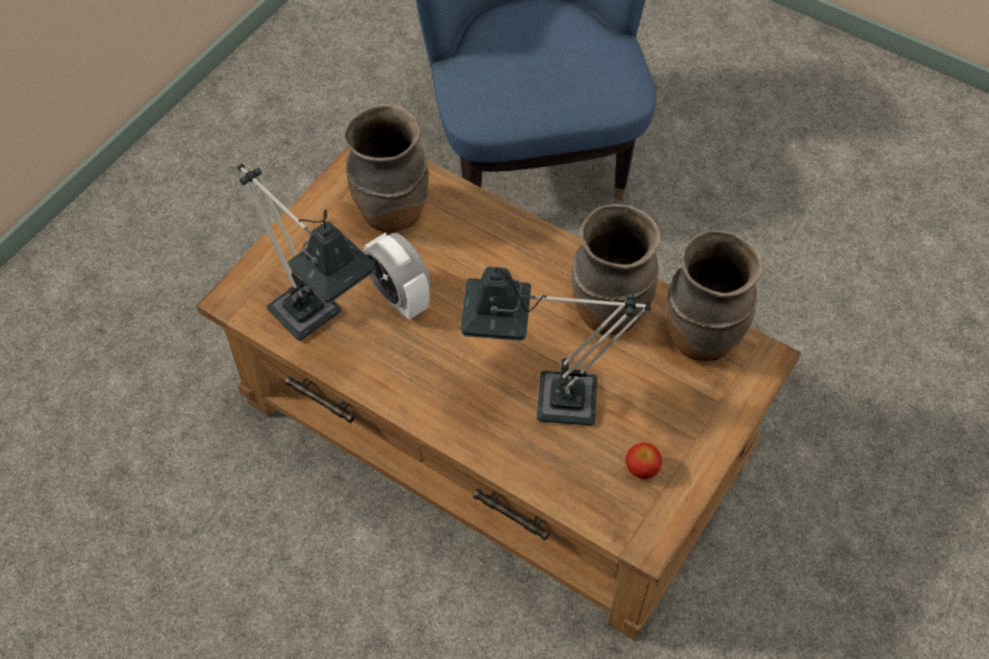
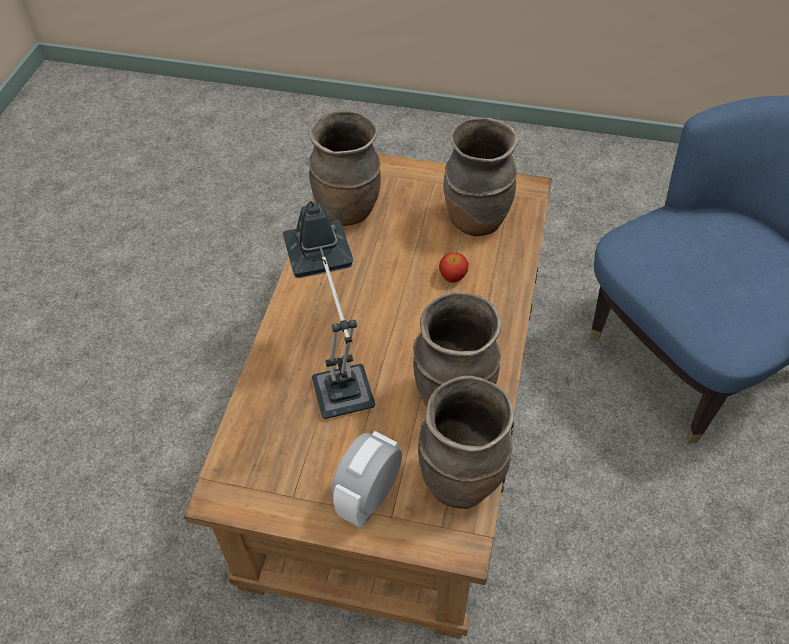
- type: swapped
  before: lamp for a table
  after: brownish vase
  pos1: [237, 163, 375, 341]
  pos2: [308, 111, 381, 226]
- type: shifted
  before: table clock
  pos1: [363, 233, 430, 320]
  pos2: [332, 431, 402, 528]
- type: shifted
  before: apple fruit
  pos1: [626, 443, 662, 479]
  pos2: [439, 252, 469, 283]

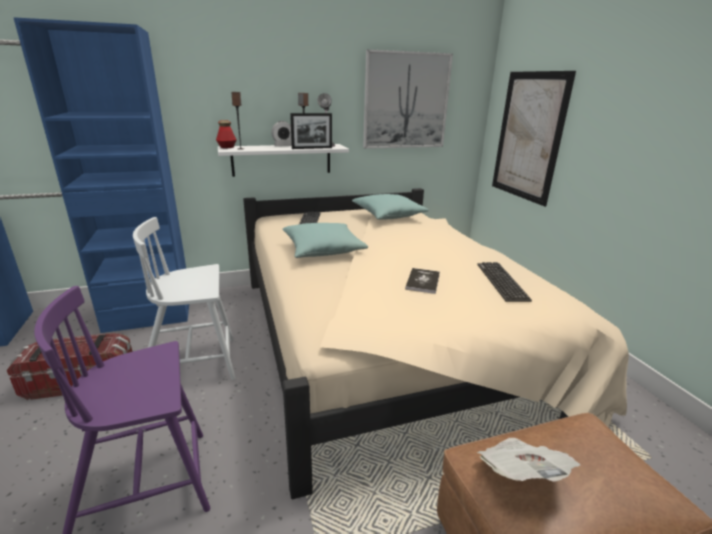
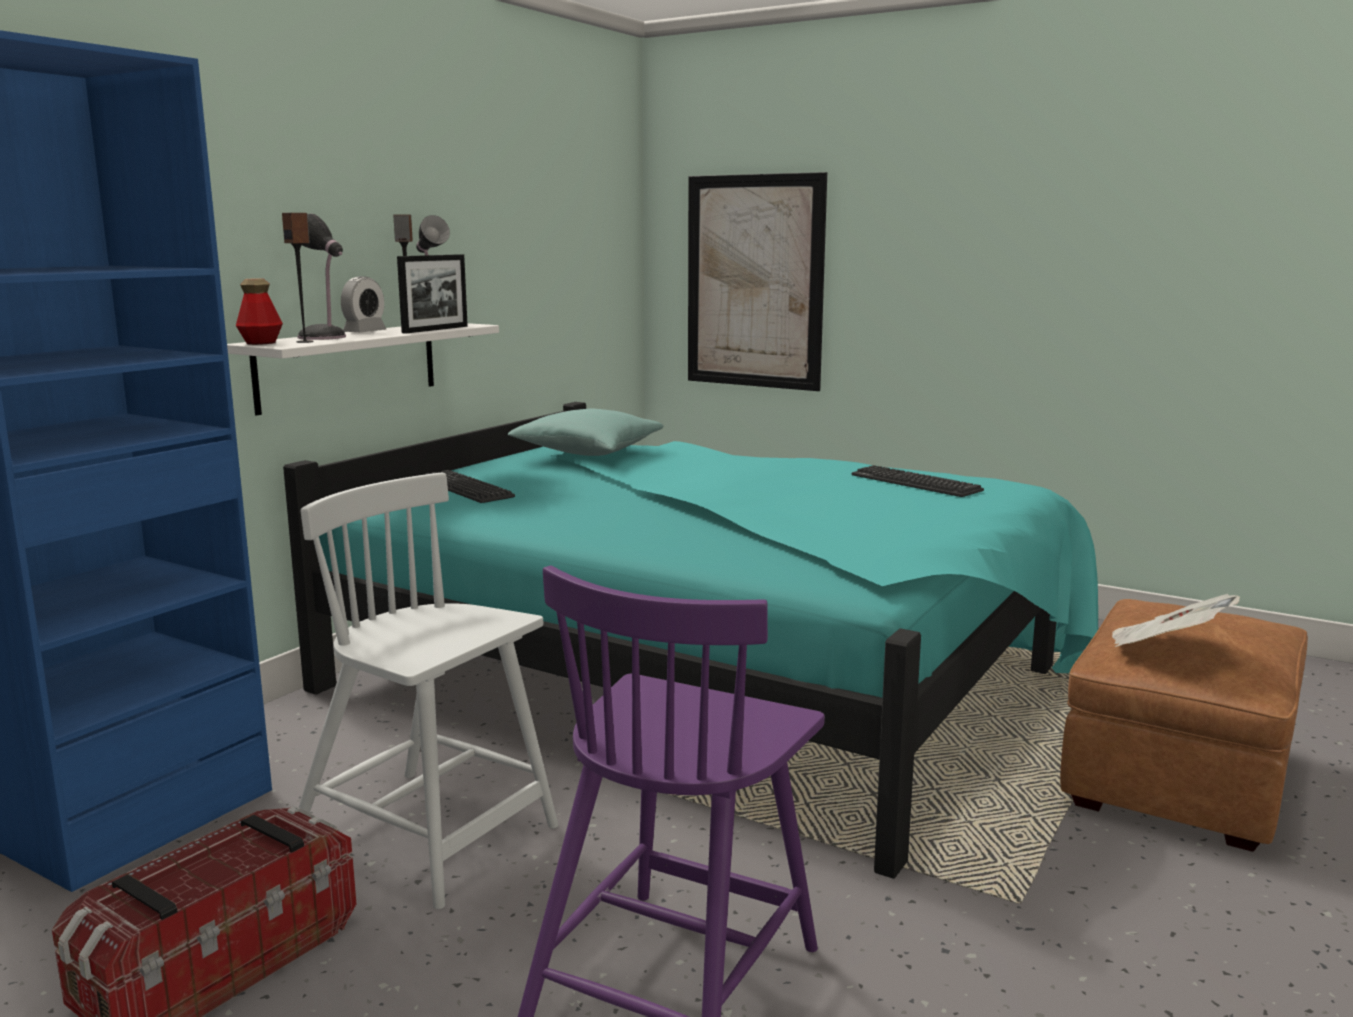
- type: repainted
  before: beige bedroom bed
  after: turquoise-coloured bedroom bed
  pos1: [243, 188, 629, 499]
  pos2: [283, 402, 1098, 879]
- type: new
  after: lamp for a table
  pos2: [297, 213, 346, 340]
- type: rotated
  before: white-coloured upright chair
  pos1: [133, 217, 236, 380]
  pos2: [299, 473, 558, 909]
  turn: 90
- type: gone
  before: turquoise-coloured cushion
  pos1: [282, 223, 368, 258]
- type: gone
  before: wall picture
  pos1: [363, 49, 453, 149]
- type: gone
  before: volume
  pos1: [405, 268, 440, 294]

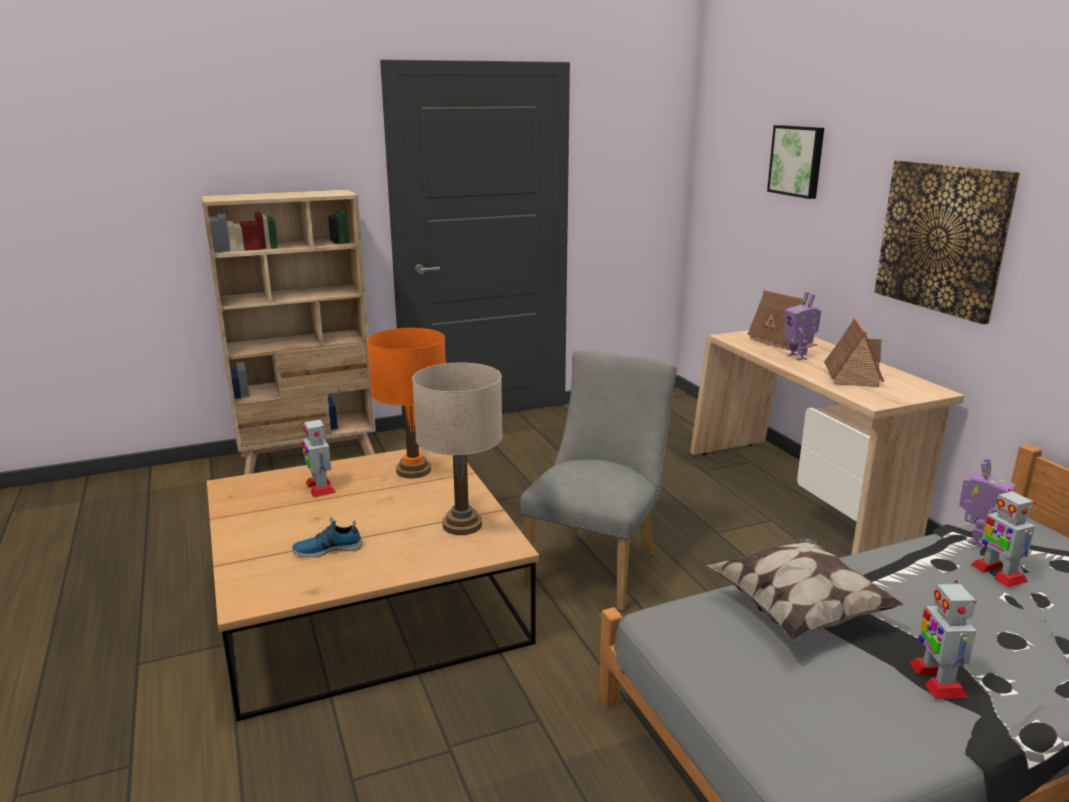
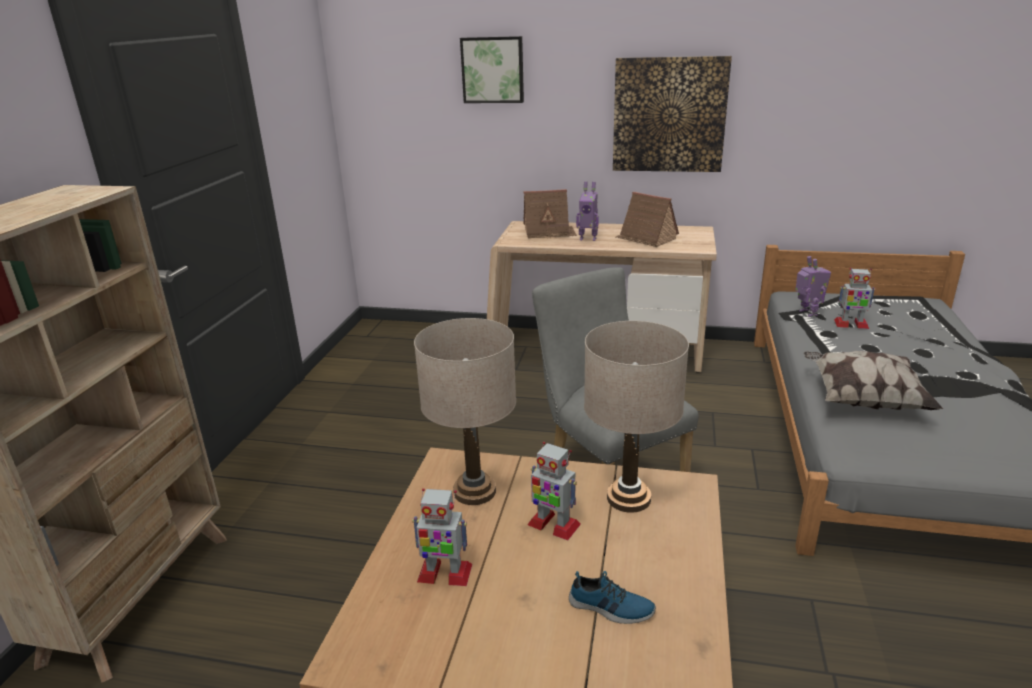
- type: repainted
  before: orange lamp for a table
  after: beige lamp for a table
  pos1: [367, 328, 446, 478]
  pos2: [414, 318, 516, 505]
- type: shifted
  before: robot figure
  pos1: [909, 580, 977, 699]
  pos2: [527, 442, 581, 540]
- type: rotated
  before: low shoe
  pos1: [292, 518, 363, 558]
  pos2: [569, 571, 656, 624]
  turn: -90

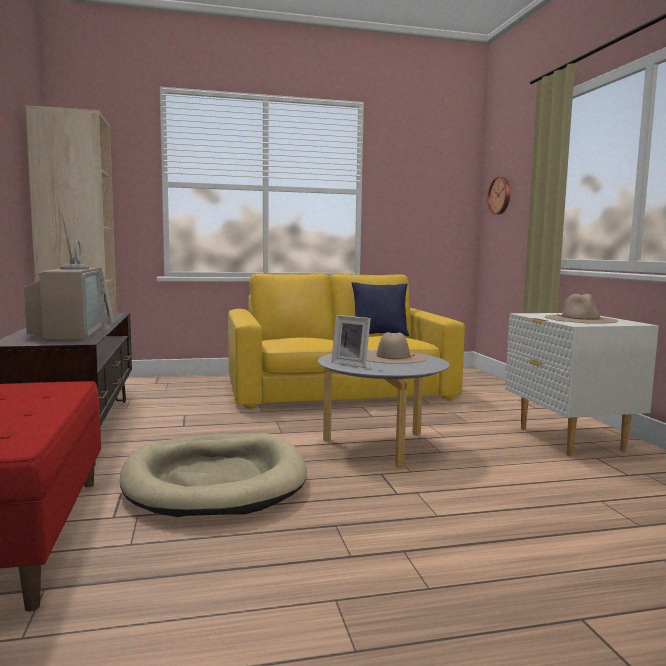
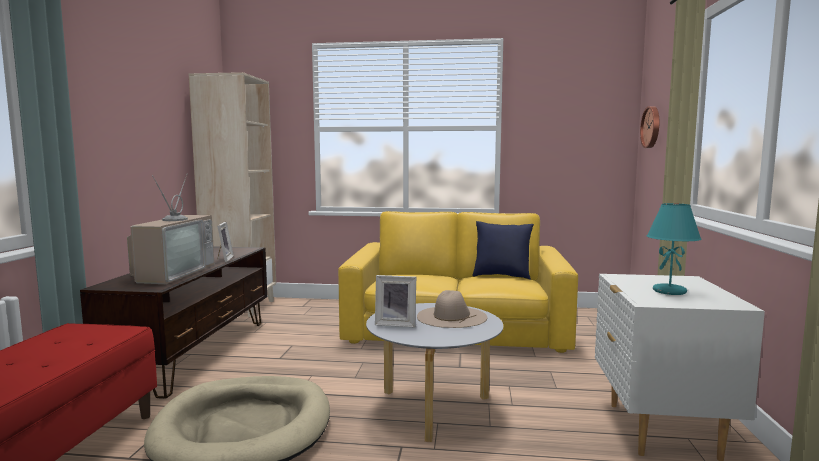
- type: rotated
  before: photo frame
  pos1: [331, 315, 371, 368]
  pos2: [375, 275, 416, 327]
  turn: -45
- type: swapped
  before: beige hat
  after: turquoise-coloured lamp for a table
  pos1: [545, 294, 618, 324]
  pos2: [647, 203, 701, 295]

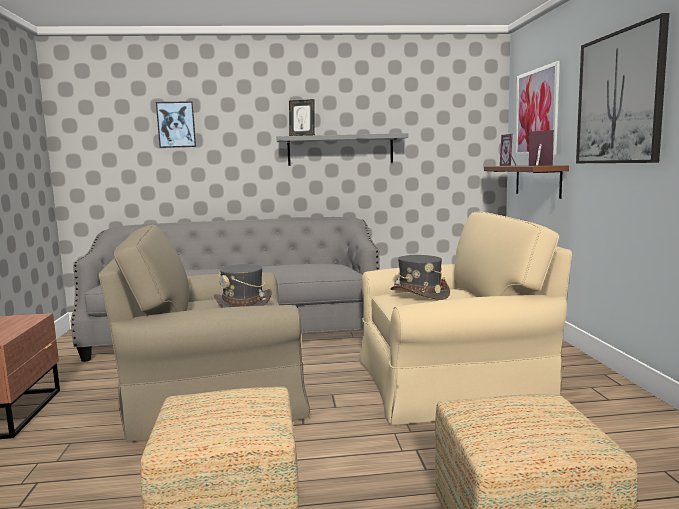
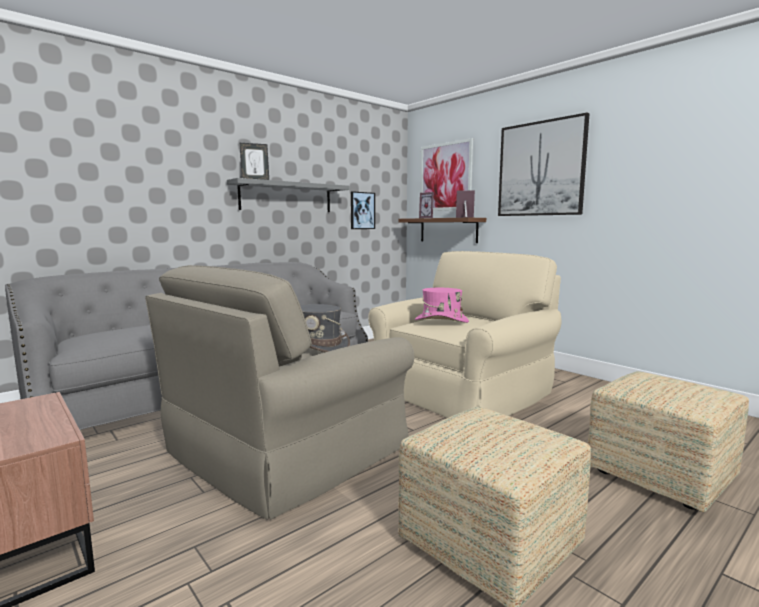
- type: shifted
  before: wall picture
  pos1: [156, 101, 196, 148]
  pos2: [351, 191, 375, 229]
- type: repainted
  before: greyish hat
  after: pink-coloured hat
  pos1: [391, 255, 450, 300]
  pos2: [415, 288, 469, 323]

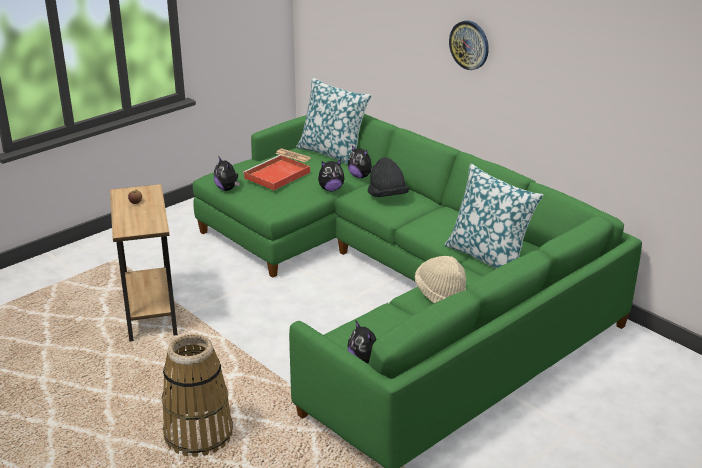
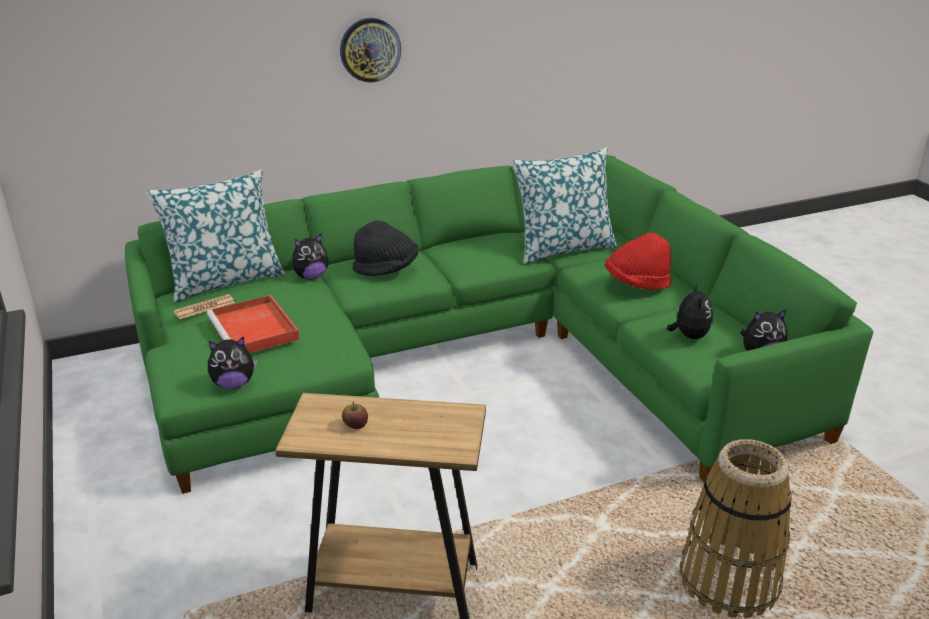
- type: repainted
  before: beige hat
  after: reddish hat
  pos1: [415, 256, 466, 303]
  pos2: [605, 233, 671, 290]
- type: shifted
  before: soft toy
  pos1: [318, 159, 344, 191]
  pos2: [667, 283, 713, 339]

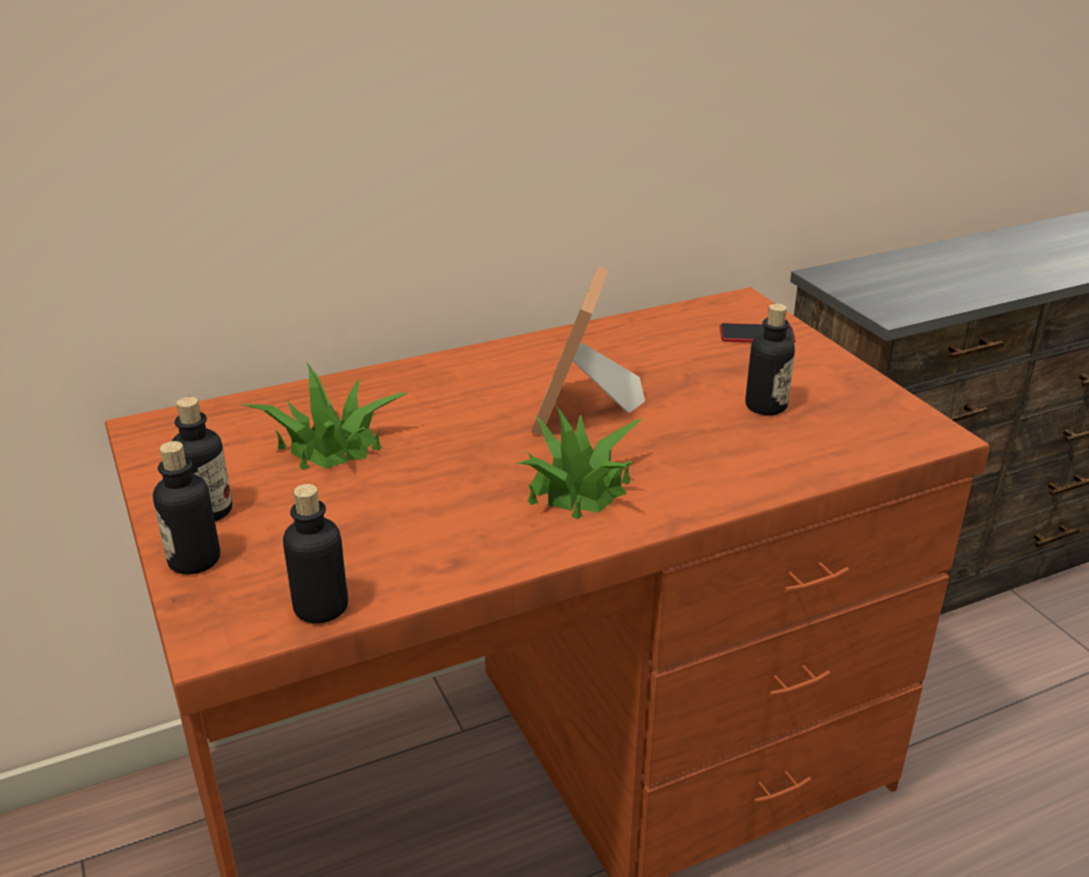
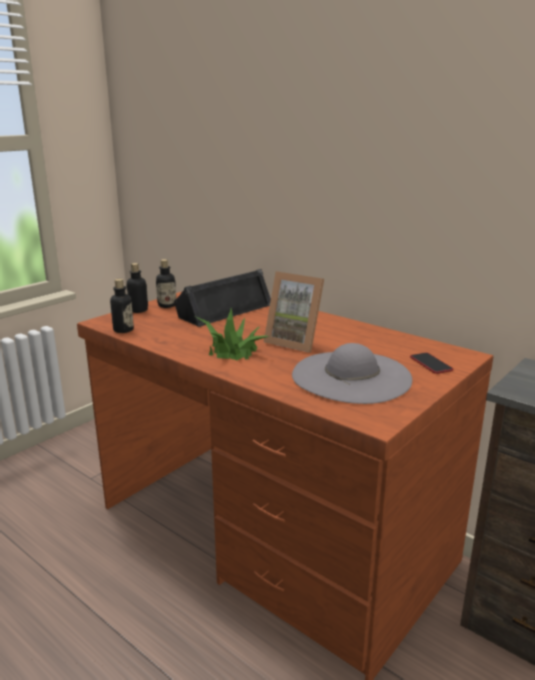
- type: swapped
  before: potted plant
  after: black audio speaker
  pos1: [238, 361, 408, 470]
  pos2: [174, 269, 271, 327]
- type: rotated
  before: photo frame
  pos1: [531, 266, 645, 436]
  pos2: [264, 271, 324, 352]
  turn: -135
- type: swapped
  before: beverage bottle
  after: greyish hat
  pos1: [745, 303, 795, 415]
  pos2: [292, 343, 412, 404]

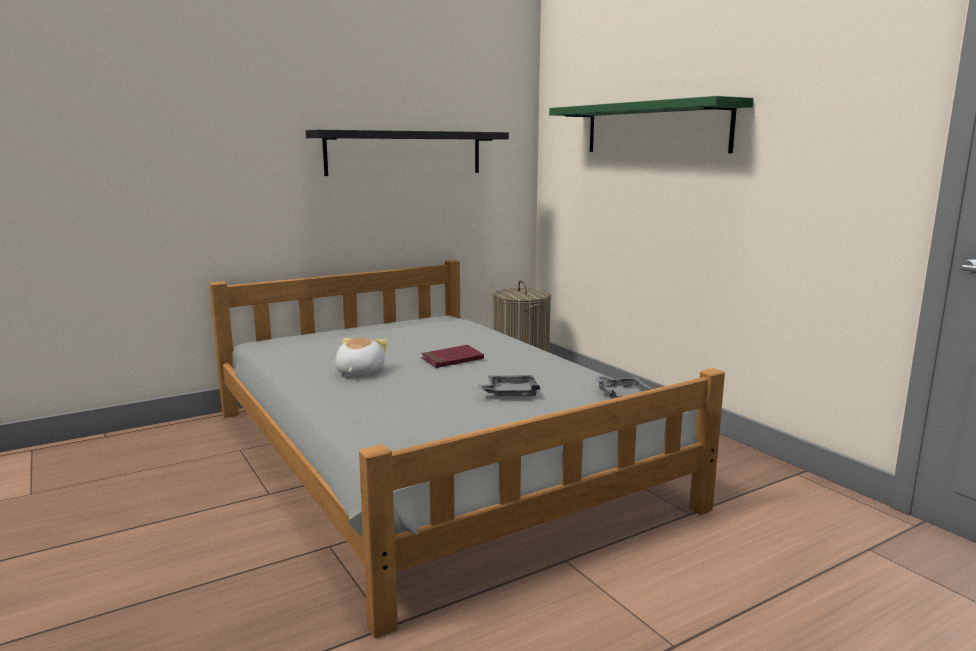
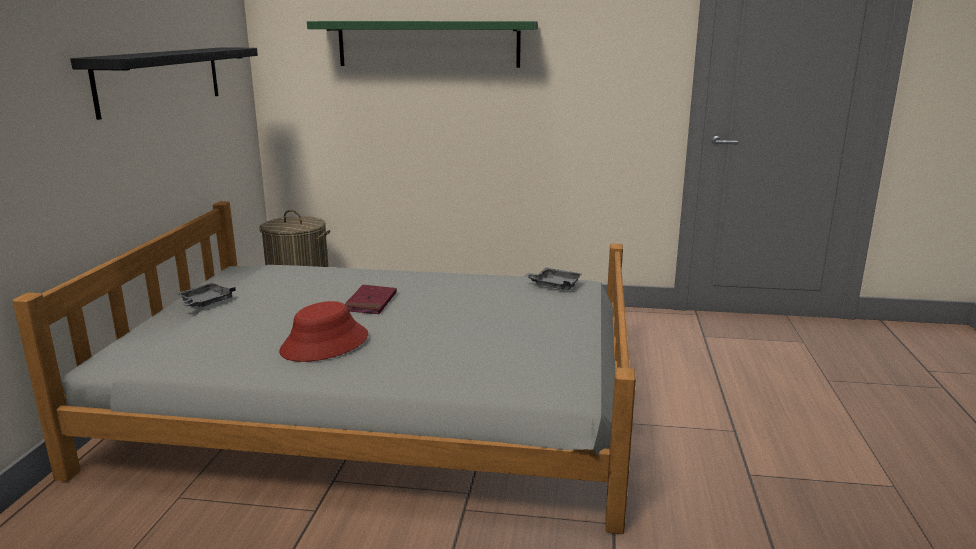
- type: shifted
  before: greyish serving tray
  pos1: [478, 375, 540, 396]
  pos2: [175, 283, 236, 307]
- type: swapped
  before: soft toy
  after: reddish hat
  pos1: [335, 338, 387, 376]
  pos2: [279, 301, 368, 362]

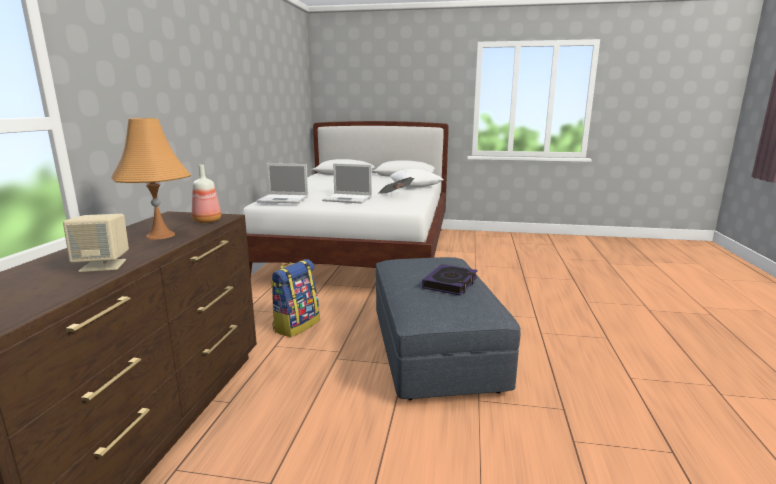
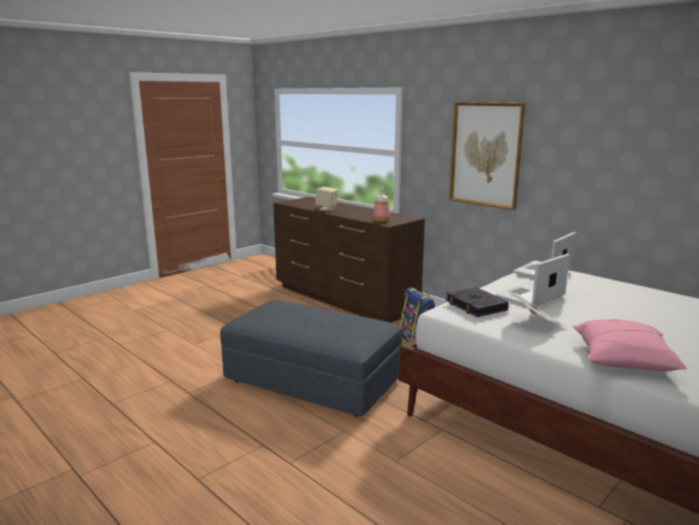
- type: shifted
  before: volume
  pos1: [422, 264, 478, 296]
  pos2: [445, 287, 509, 317]
- type: new
  after: wall picture
  pos2: [449, 102, 525, 210]
- type: repainted
  before: white-coloured cushion
  after: pink-coloured cushion
  pos1: [389, 168, 443, 187]
  pos2: [573, 319, 687, 371]
- type: gone
  before: orange lamp for a table
  pos1: [111, 118, 191, 240]

